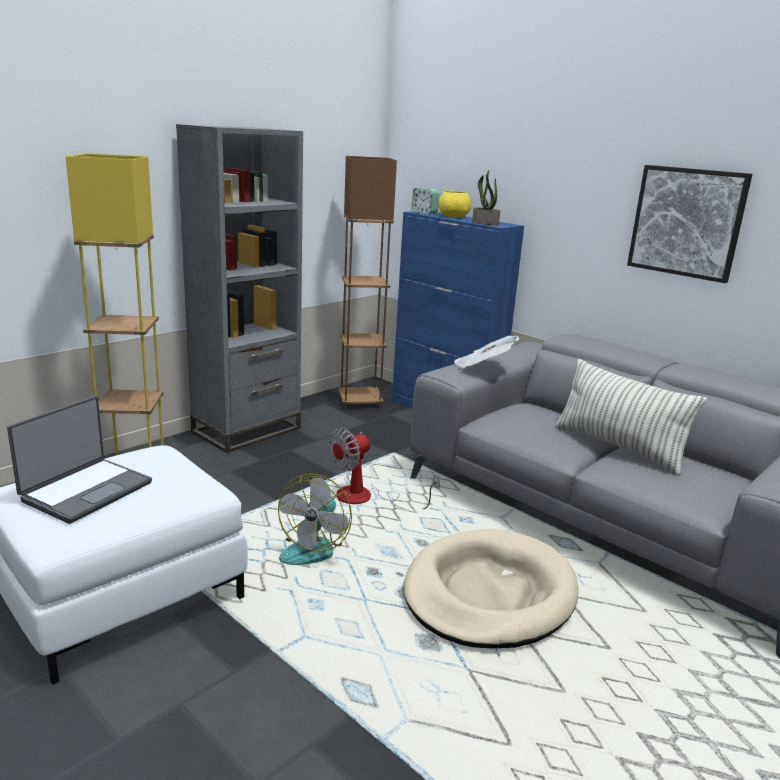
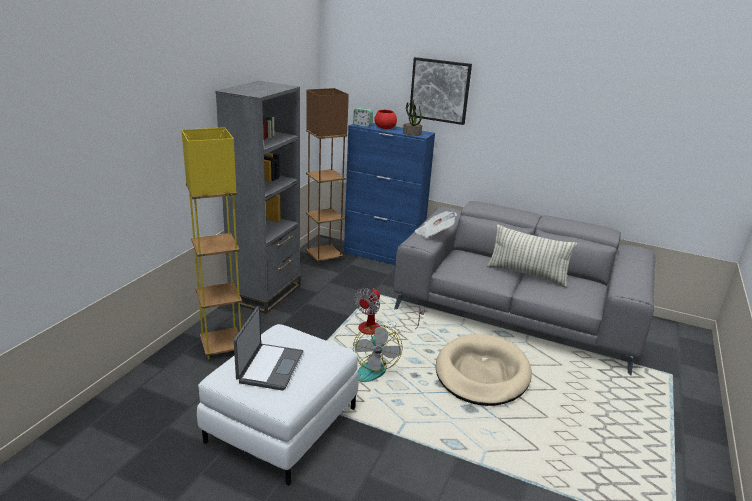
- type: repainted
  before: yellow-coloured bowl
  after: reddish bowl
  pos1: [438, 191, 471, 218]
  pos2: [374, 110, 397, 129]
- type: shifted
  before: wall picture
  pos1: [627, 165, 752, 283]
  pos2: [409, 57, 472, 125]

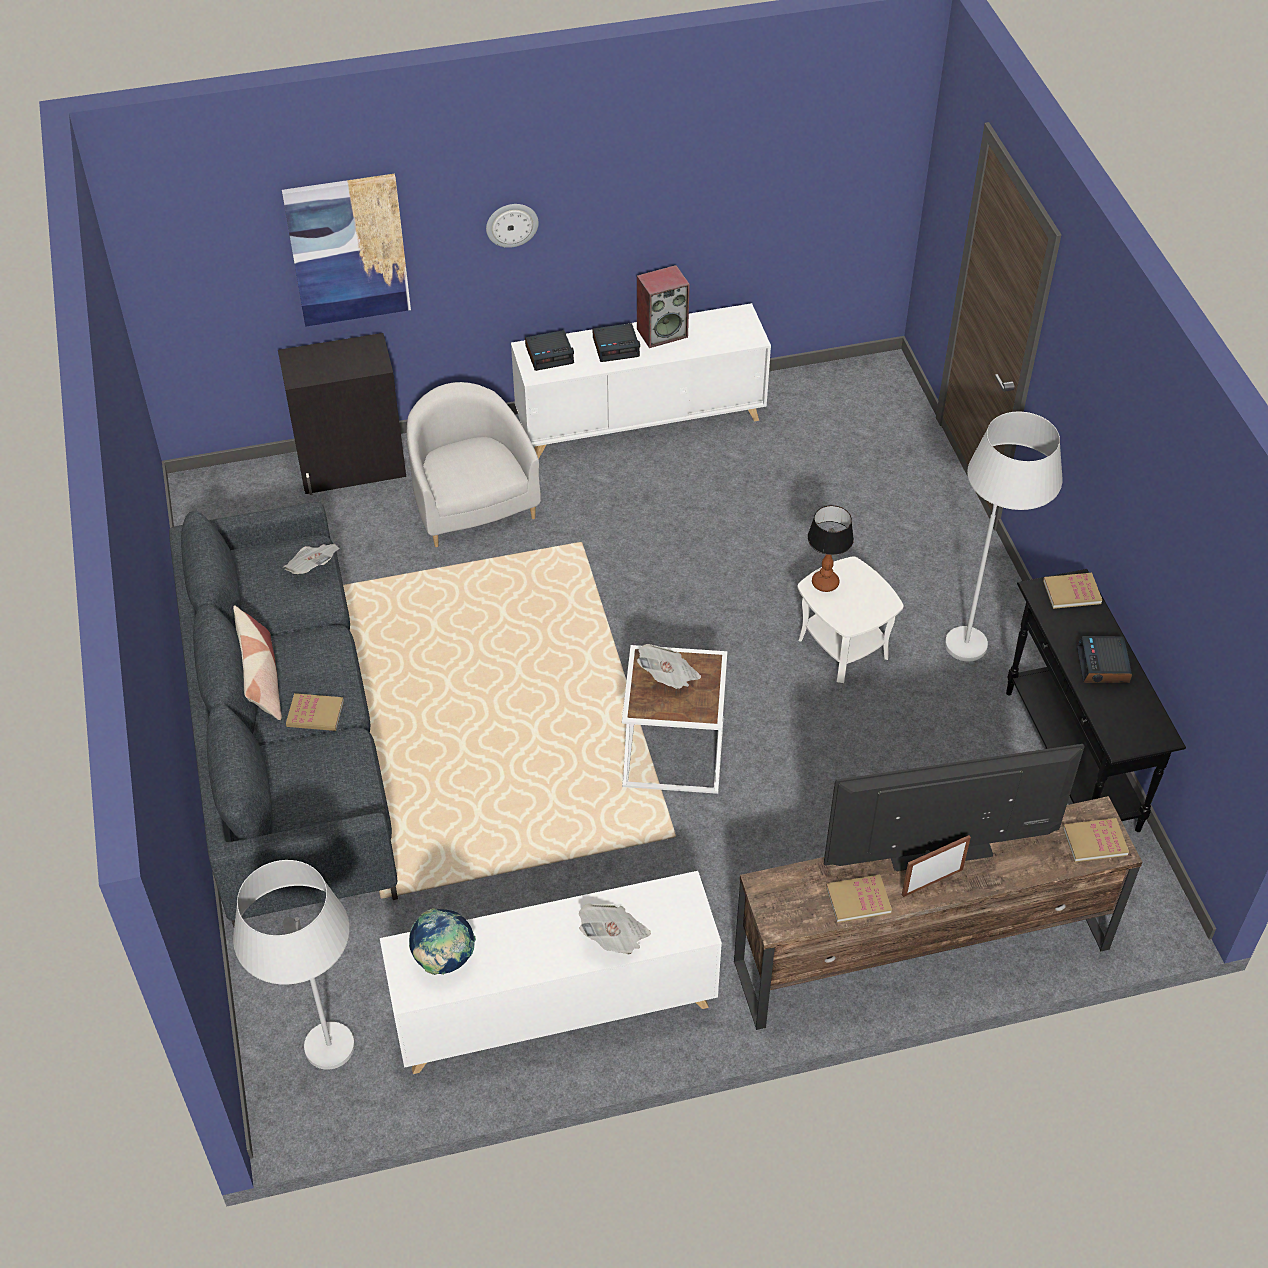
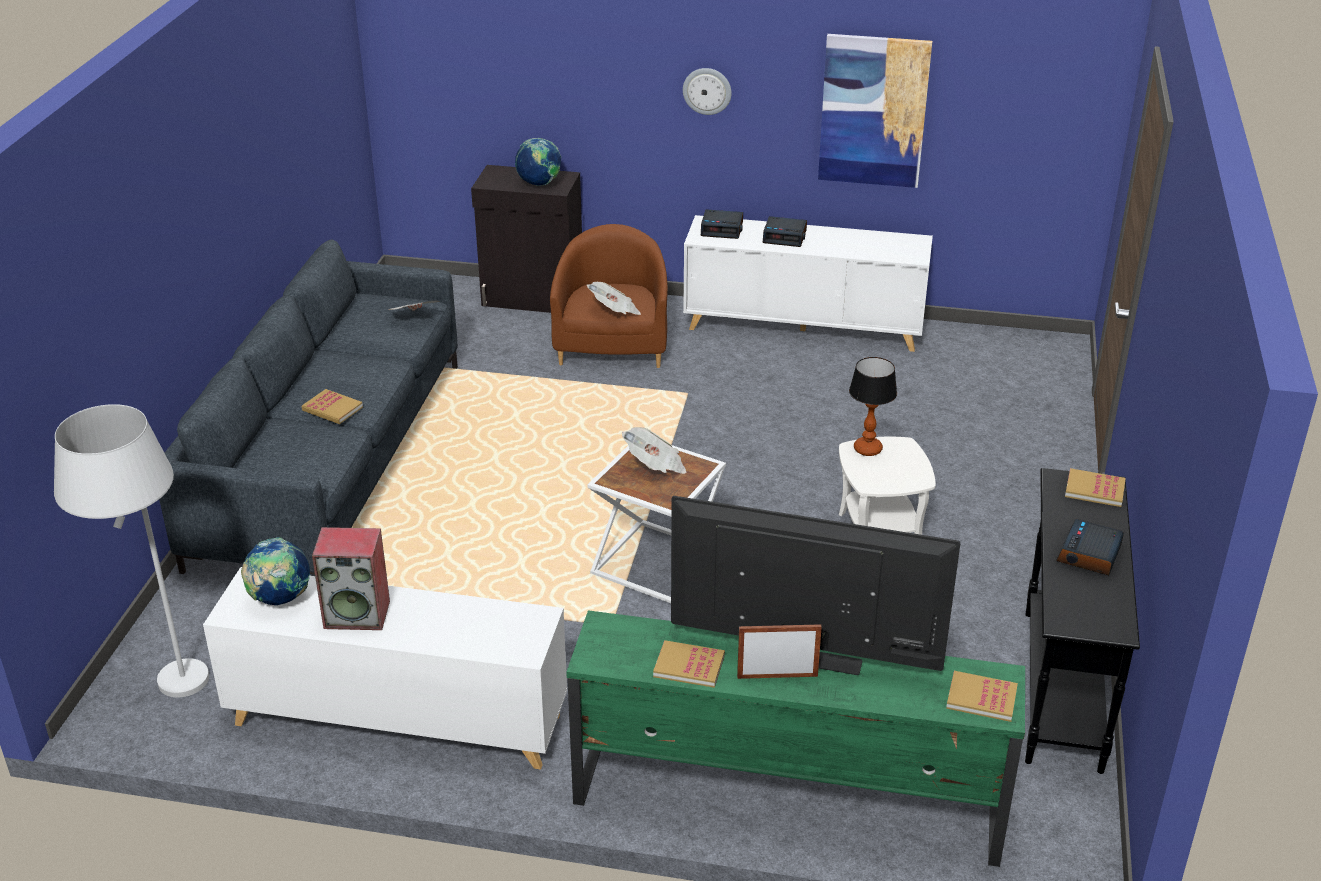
- type: shifted
  before: audio speaker
  pos1: [637, 265, 690, 348]
  pos2: [312, 527, 390, 630]
- type: new
  after: desk globe
  pos2: [515, 138, 561, 186]
- type: repainted
  before: white-coloured lounge chair
  after: brownish lounge chair
  pos1: [407, 382, 541, 547]
  pos2: [550, 224, 668, 368]
- type: repainted
  before: brownish media console
  after: greenish media console
  pos1: [734, 796, 1142, 1030]
  pos2: [566, 610, 1025, 867]
- type: shifted
  before: newspaper
  pos1: [579, 904, 651, 954]
  pos2: [587, 282, 641, 315]
- type: shifted
  before: wall picture
  pos1: [282, 174, 411, 327]
  pos2: [818, 34, 932, 188]
- type: gone
  before: cushion
  pos1: [233, 605, 282, 720]
- type: gone
  before: white-coloured standard lamp
  pos1: [945, 411, 1063, 661]

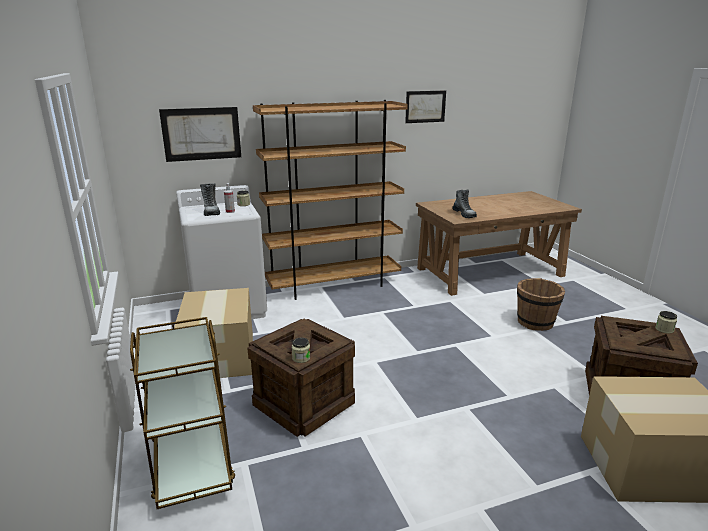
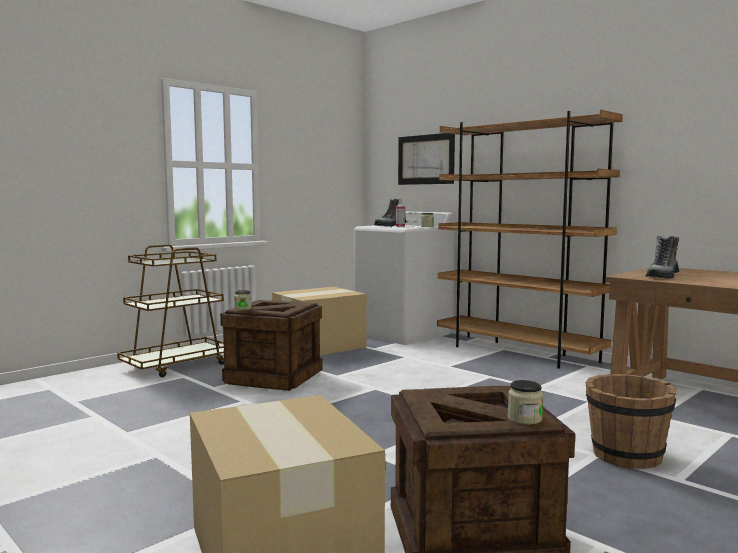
- type: gone
  before: wall picture
  pos1: [405, 90, 446, 123]

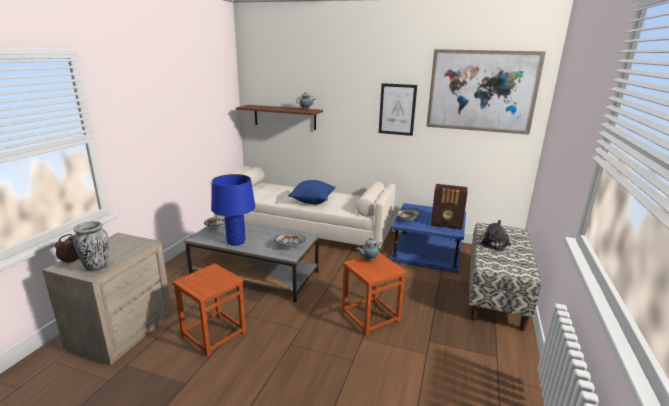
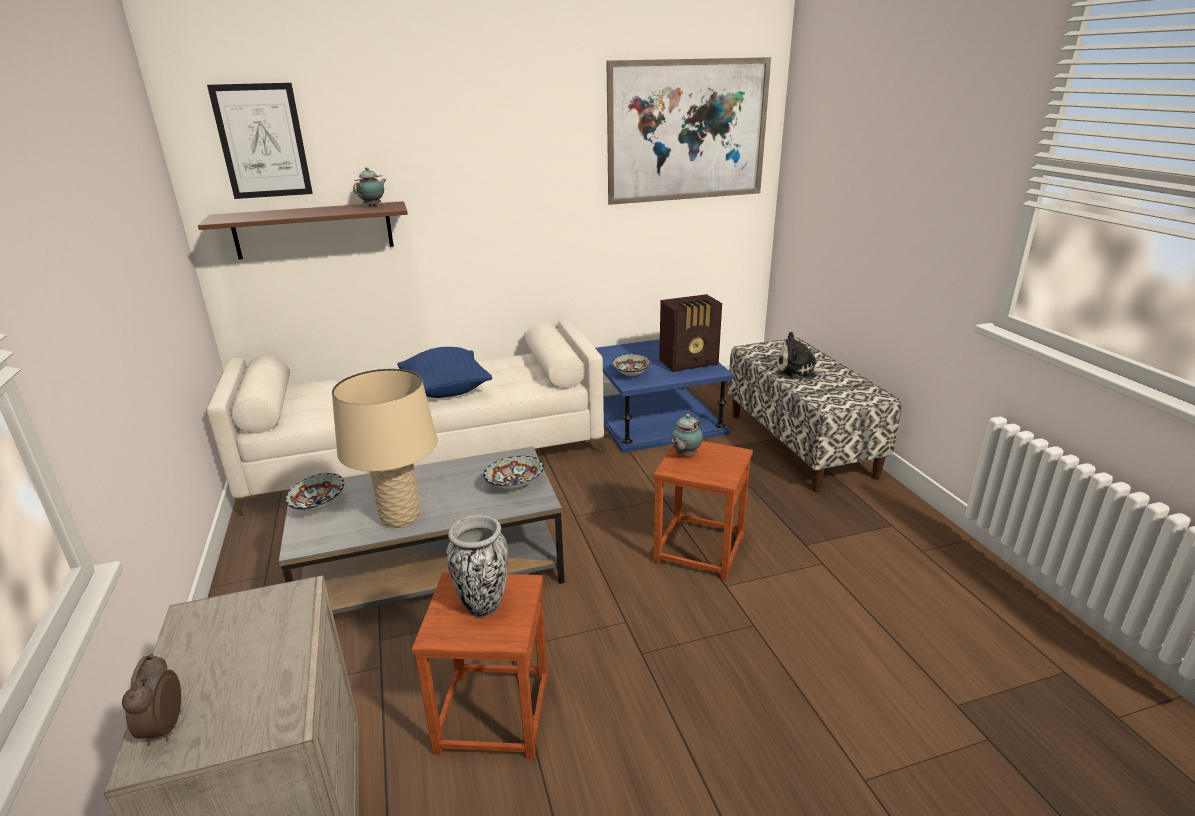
- type: shifted
  before: wall picture
  pos1: [379, 83, 417, 136]
  pos2: [207, 83, 313, 199]
- type: repainted
  before: blue-coloured lamp for a table
  after: beige lamp for a table
  pos1: [211, 174, 255, 246]
  pos2: [332, 369, 437, 528]
- type: shifted
  before: vase
  pos1: [73, 221, 109, 271]
  pos2: [446, 515, 508, 617]

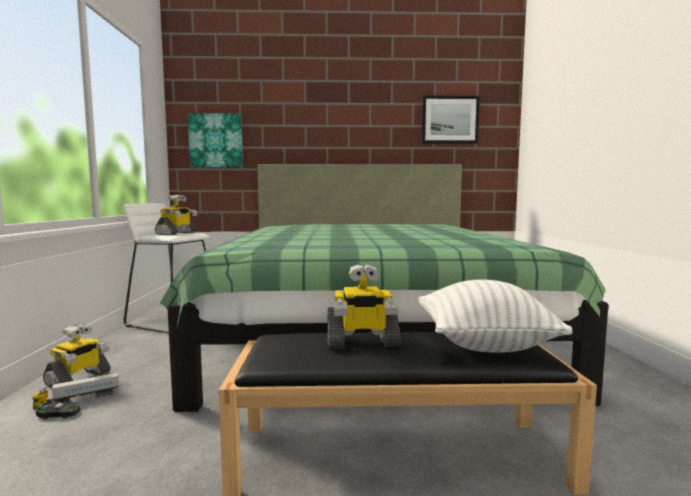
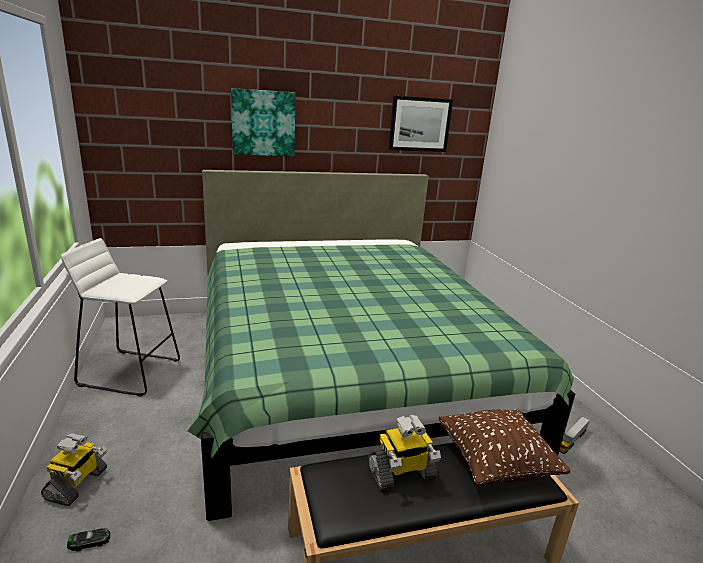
- type: shifted
  before: wall picture
  pos1: [188, 113, 243, 167]
  pos2: [231, 88, 296, 156]
- type: repainted
  before: white-coloured cushion
  after: brownish cushion
  pos1: [418, 279, 573, 353]
  pos2: [439, 409, 570, 485]
- type: shifted
  before: toy lorry
  pos1: [32, 372, 119, 409]
  pos2: [559, 416, 590, 454]
- type: gone
  before: robot figure
  pos1: [155, 195, 197, 235]

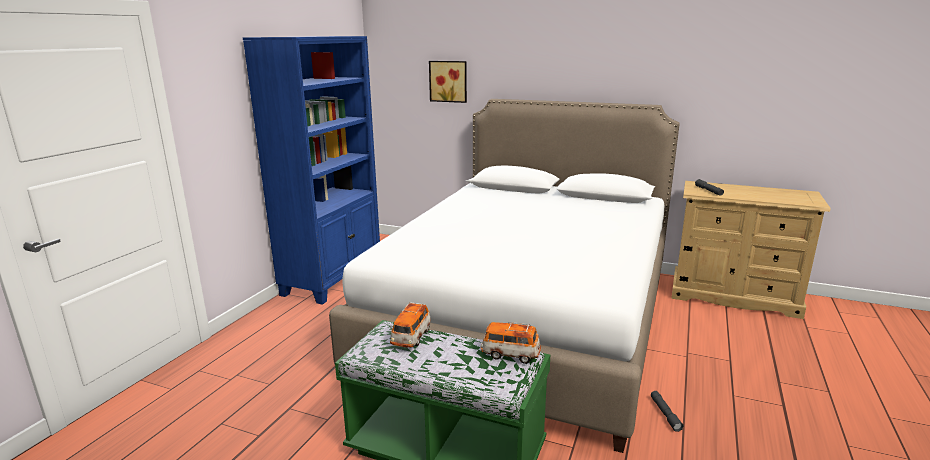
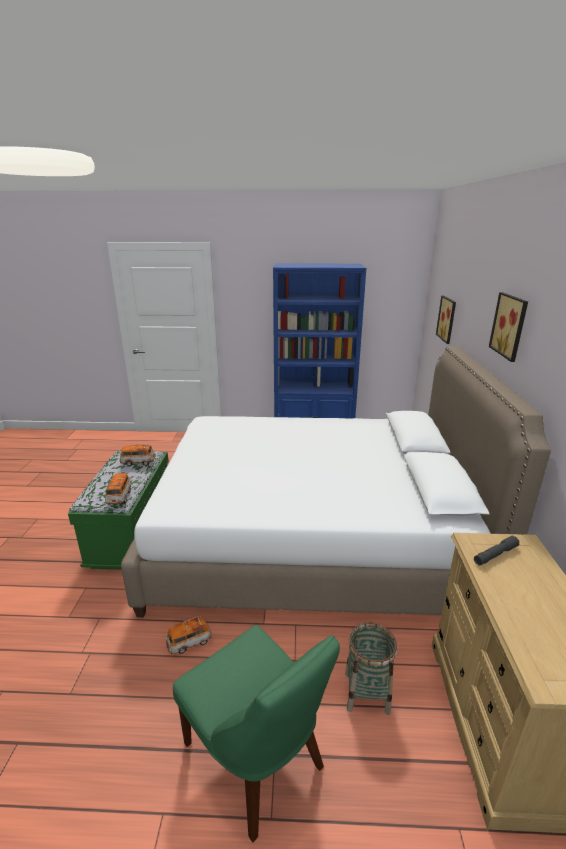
- type: swapped
  before: greyish flashlight
  after: model car
  pos1: [651, 391, 684, 432]
  pos2: [166, 616, 212, 654]
- type: new
  after: greenish upright chair
  pos2: [173, 625, 340, 842]
- type: new
  after: household basket
  pos2: [345, 622, 397, 715]
- type: new
  after: wall picture
  pos2: [489, 292, 528, 362]

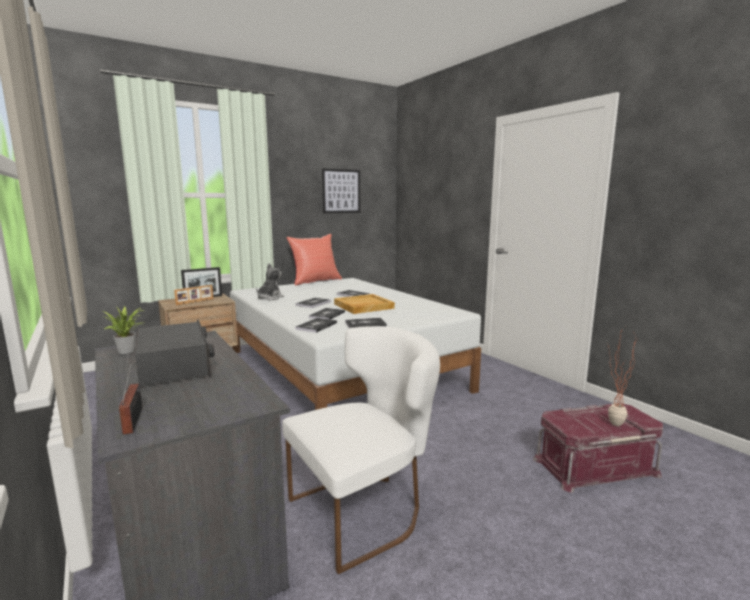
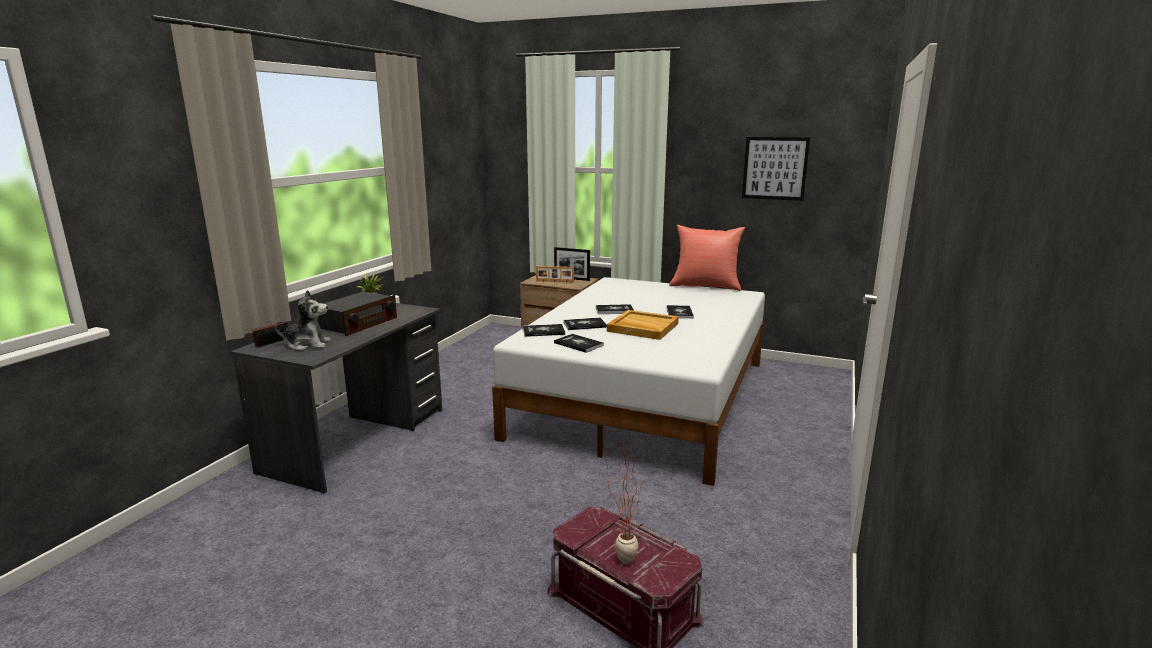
- type: shifted
  before: soft toy
  pos1: [256, 263, 284, 300]
  pos2: [275, 290, 331, 351]
- type: gone
  before: white-coloured upright chair
  pos1: [282, 326, 440, 574]

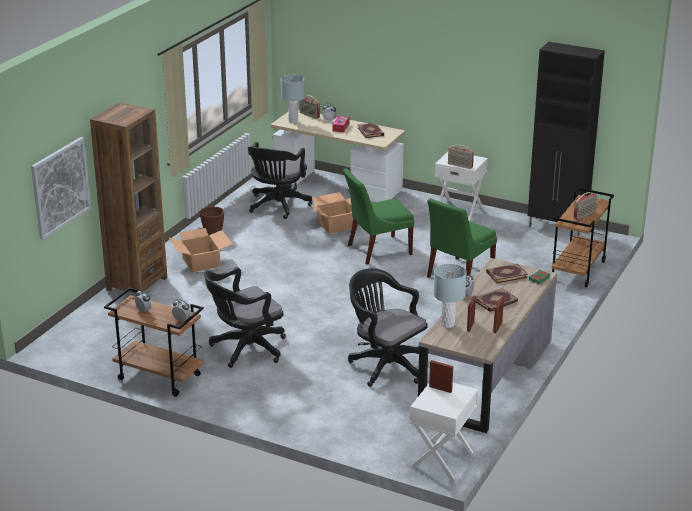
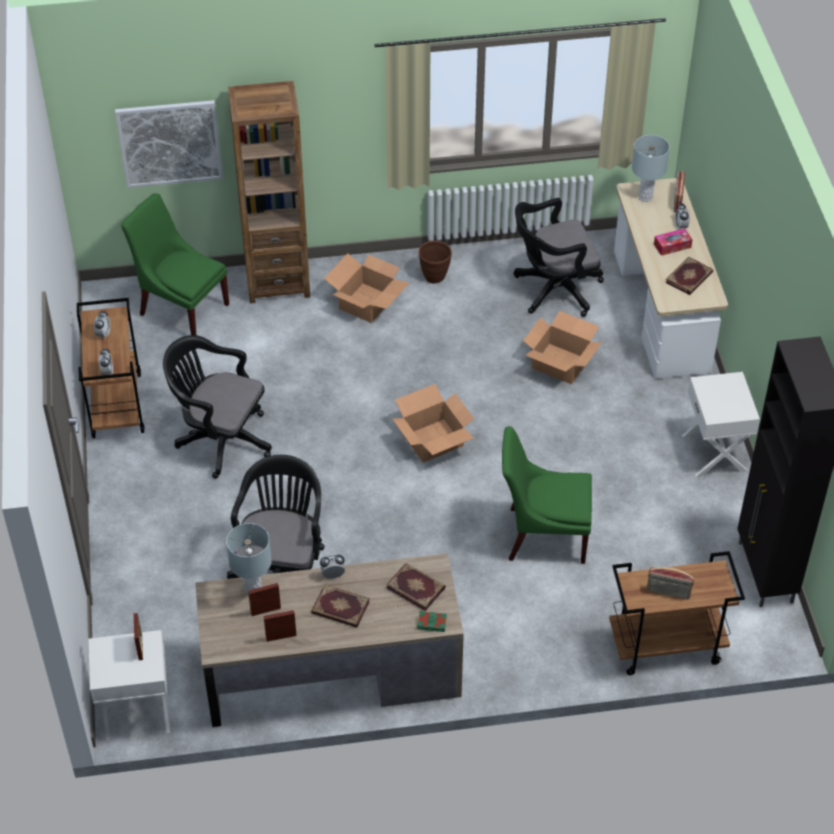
- type: shifted
  before: greenish upright chair
  pos1: [343, 168, 414, 265]
  pos2: [121, 193, 229, 335]
- type: new
  after: cardboard box
  pos2: [393, 384, 474, 463]
- type: gone
  before: radio
  pos1: [448, 145, 474, 169]

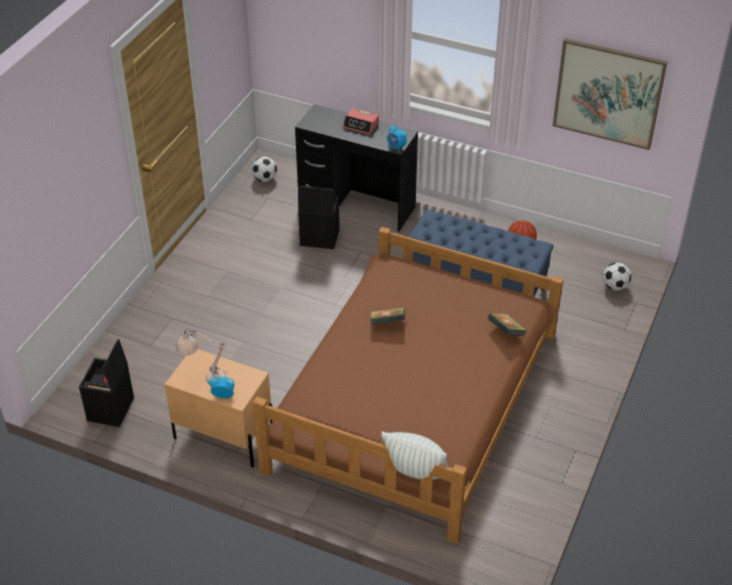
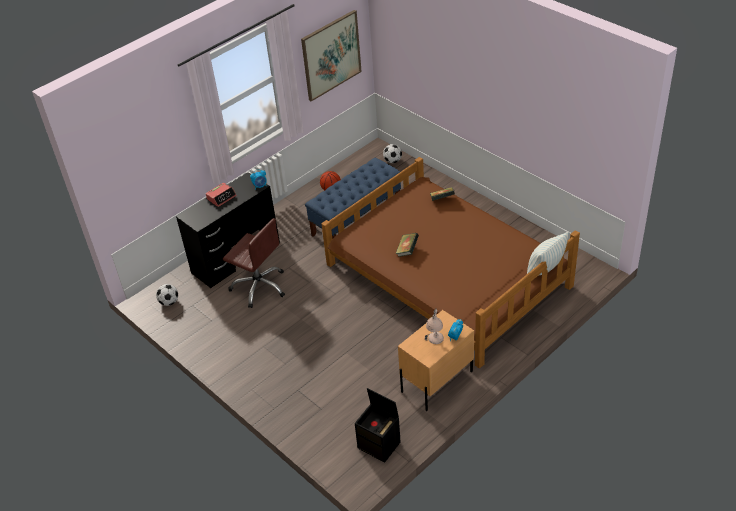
- type: swapped
  before: black storage bin
  after: brownish office chair
  pos1: [298, 186, 339, 249]
  pos2: [223, 218, 285, 308]

